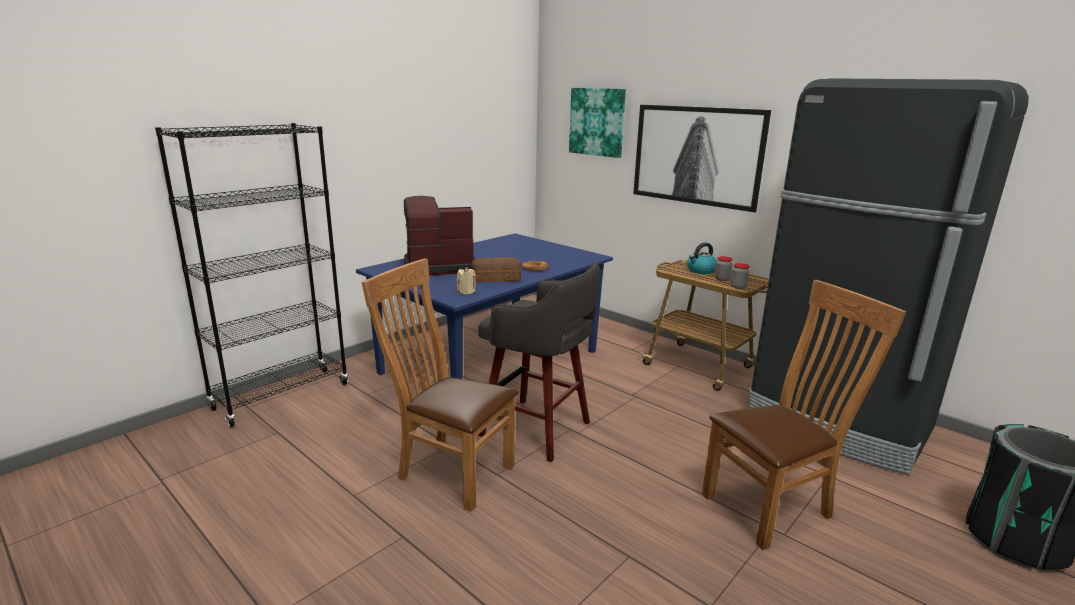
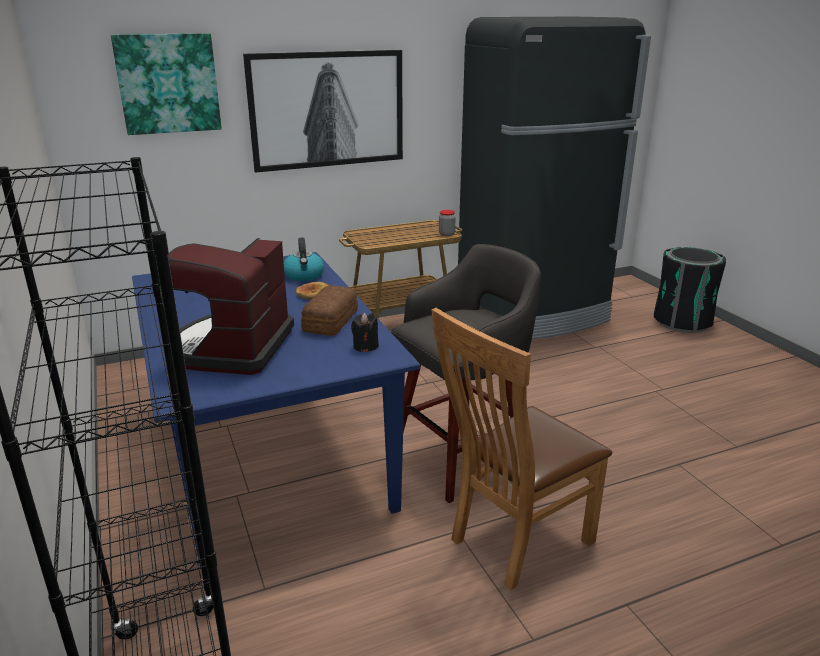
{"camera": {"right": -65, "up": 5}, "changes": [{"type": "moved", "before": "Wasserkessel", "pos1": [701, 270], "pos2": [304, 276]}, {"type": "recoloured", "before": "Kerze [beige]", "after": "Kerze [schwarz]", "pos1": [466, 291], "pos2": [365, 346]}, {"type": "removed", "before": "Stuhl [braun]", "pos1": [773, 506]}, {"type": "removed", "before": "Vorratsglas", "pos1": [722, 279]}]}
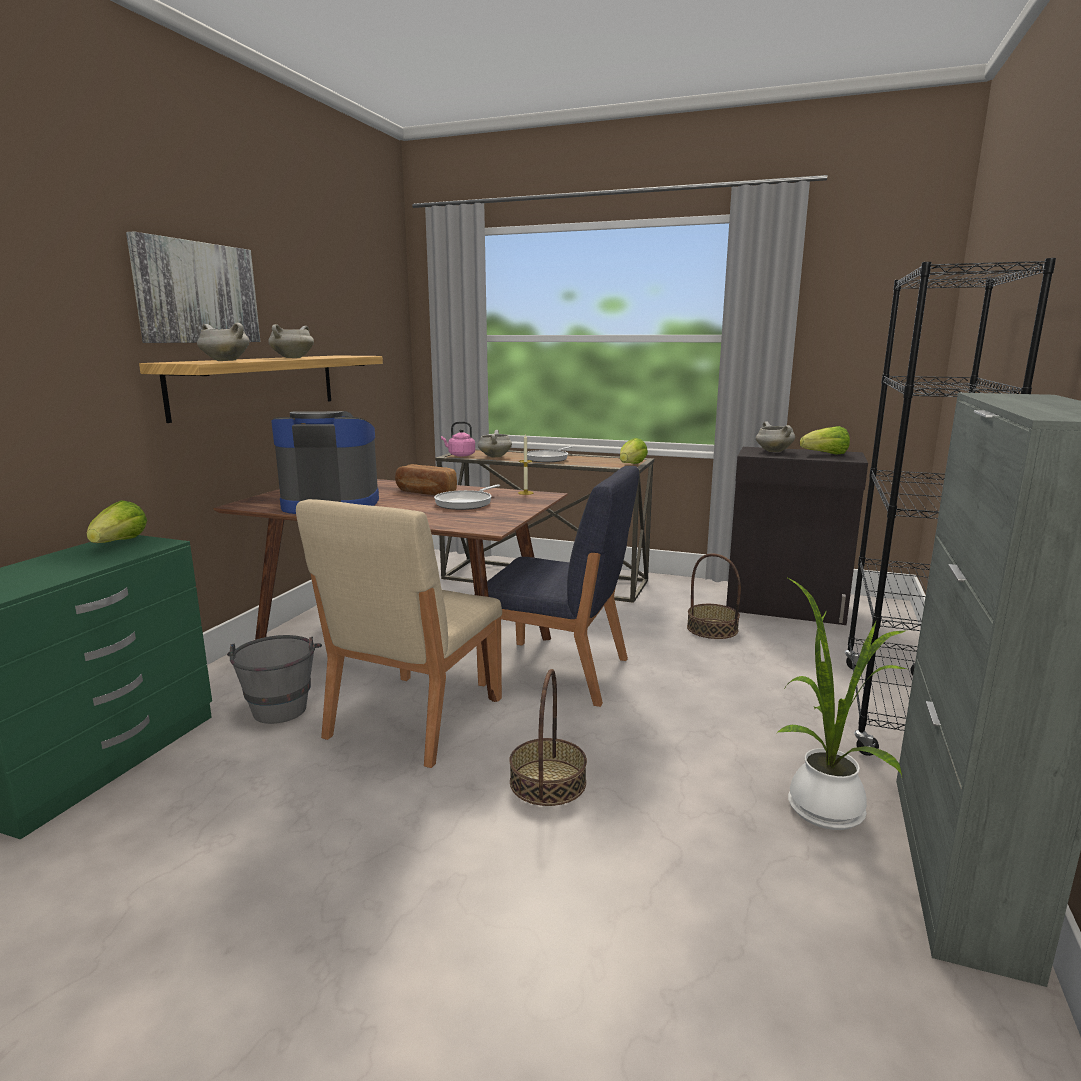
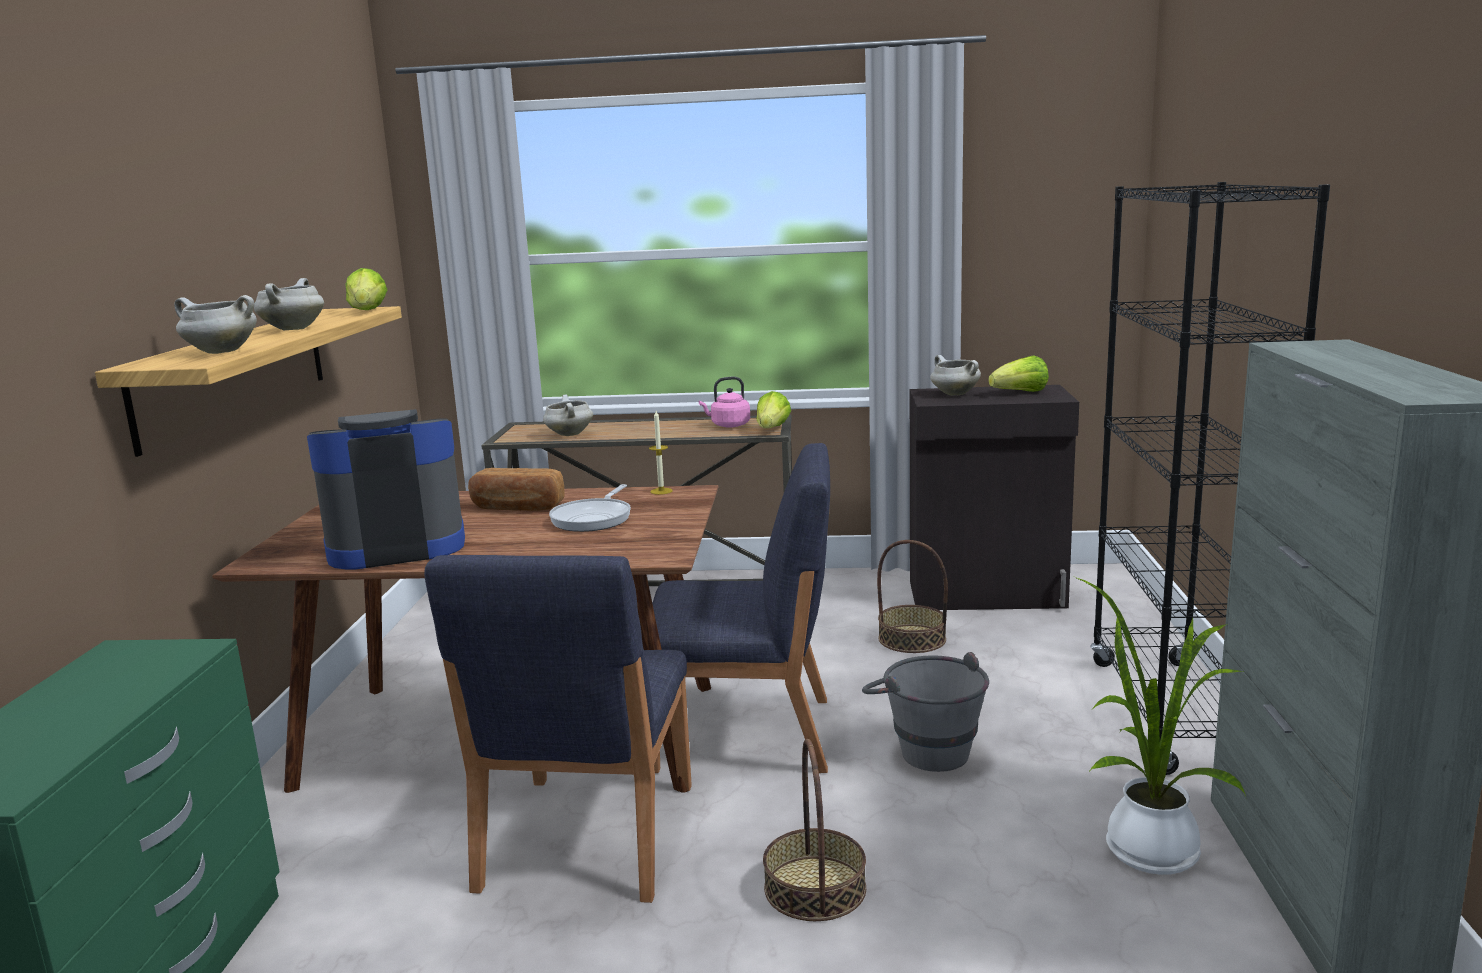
{"camera": {"right": -15, "up": 0}, "changes": [{"type": "moved", "before": "Salatkopf", "pos1": [120, 543], "pos2": [367, 311]}, {"type": "recoloured", "before": "Stuhl [beige]", "after": "Stuhl [blau]", "pos1": [413, 718], "pos2": [586, 838]}, {"type": "moved", "before": "Wasserkessel [rosa]", "pos1": [460, 455], "pos2": [728, 425]}, {"type": "moved", "before": "Eimer [grau]", "pos1": [280, 705], "pos2": [925, 748]}, {"type": "removed", "before": "Bild", "pos1": [196, 293]}, {"type": "removed", "before": "Pfanne", "pos1": [548, 458]}]}
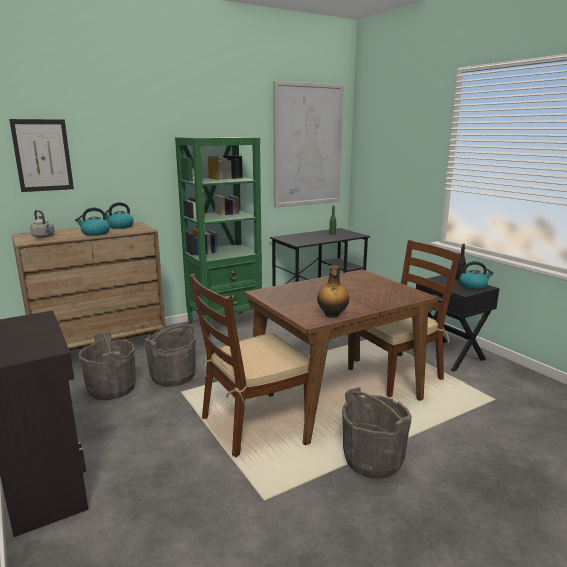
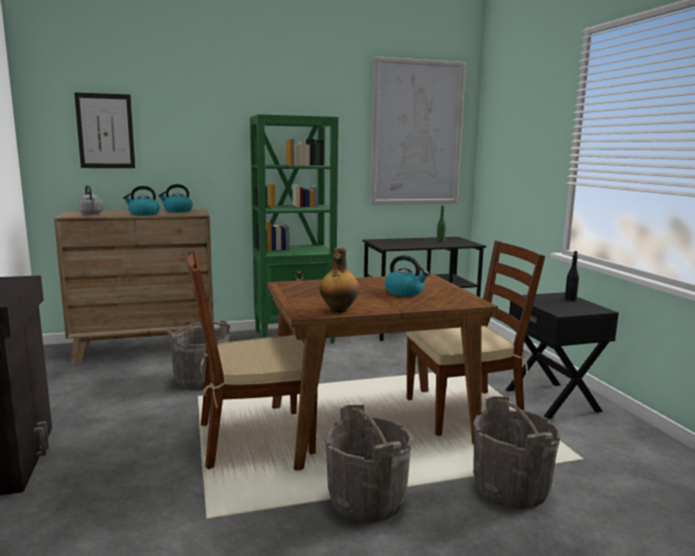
{"camera": {"right": 15, "up": -5}, "changes": [{"type": "moved", "before": "Wasserkessel", "pos1": [473, 286], "pos2": [405, 292]}, {"type": "moved", "before": "Eimer [grau]", "pos1": [112, 388], "pos2": [511, 488]}]}
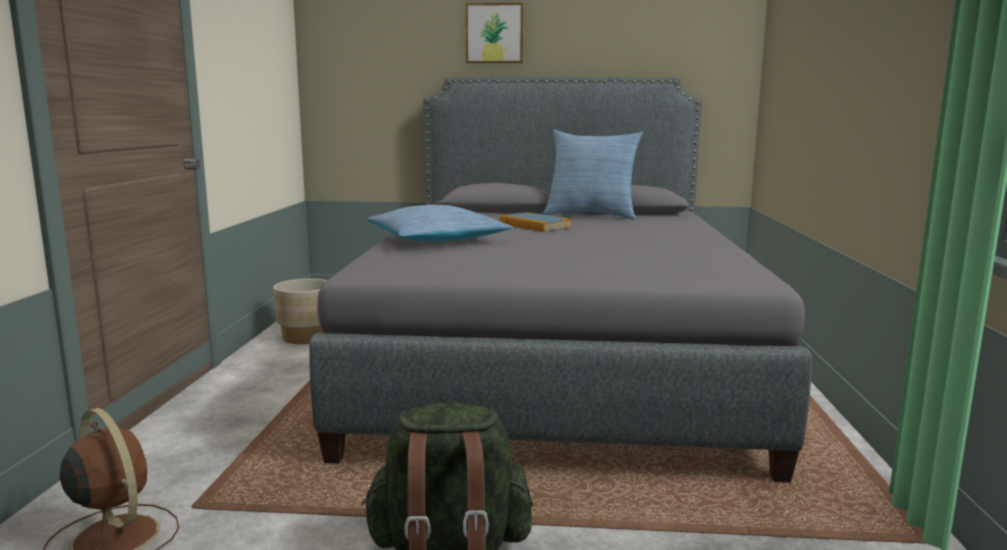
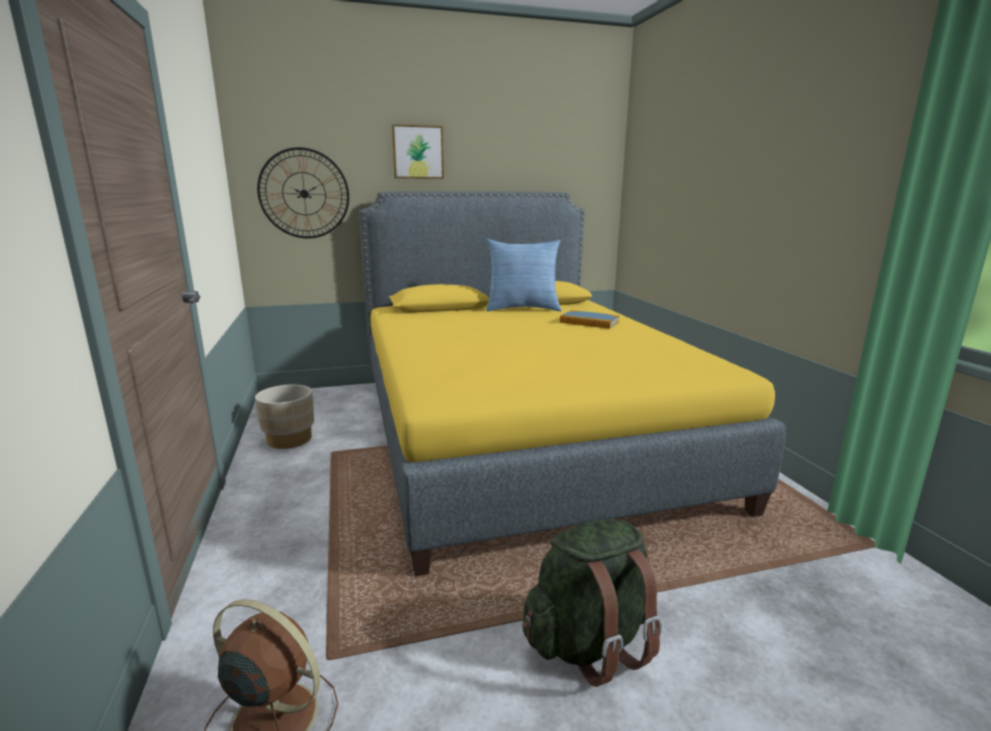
{"camera": {"right": -20, "up": 5}, "changes": [{"type": "added", "after": "Wanduhr", "pos2": [304, 194]}, {"type": "recoloured", "before": "Bett [grau]", "after": "Bett [gelb]", "pos1": [553, 362], "pos2": [520, 434]}, {"type": "moved", "before": "Buch", "pos1": [535, 225], "pos2": [589, 322]}, {"type": "removed", "before": "Kissen", "pos1": [437, 240]}]}
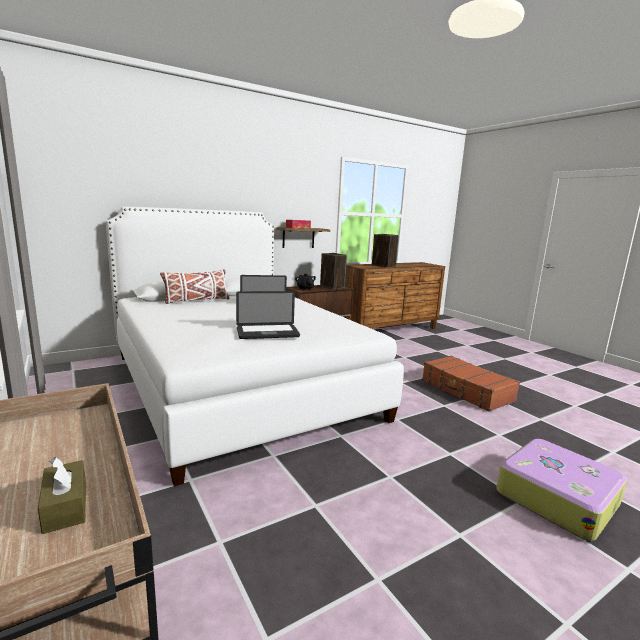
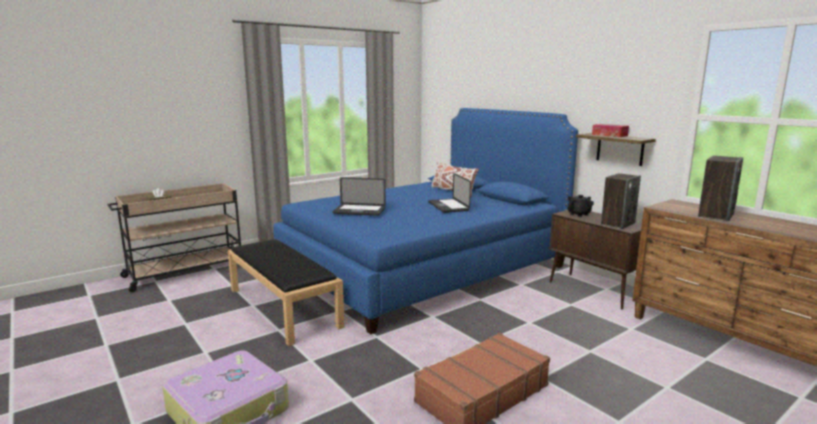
{"camera": {"right": 85, "up": 0}, "changes": [{"type": "added", "after": "Bank [schwarz]", "pos2": [284, 307]}, {"type": "recoloured", "before": "Bett [weiß]", "after": "Bett [blau]", "pos1": [237, 385], "pos2": [423, 267]}, {"type": "turned", "before": "Laptop", "pos1": [267, 333], "pos2": [359, 211], "turn": -60}]}
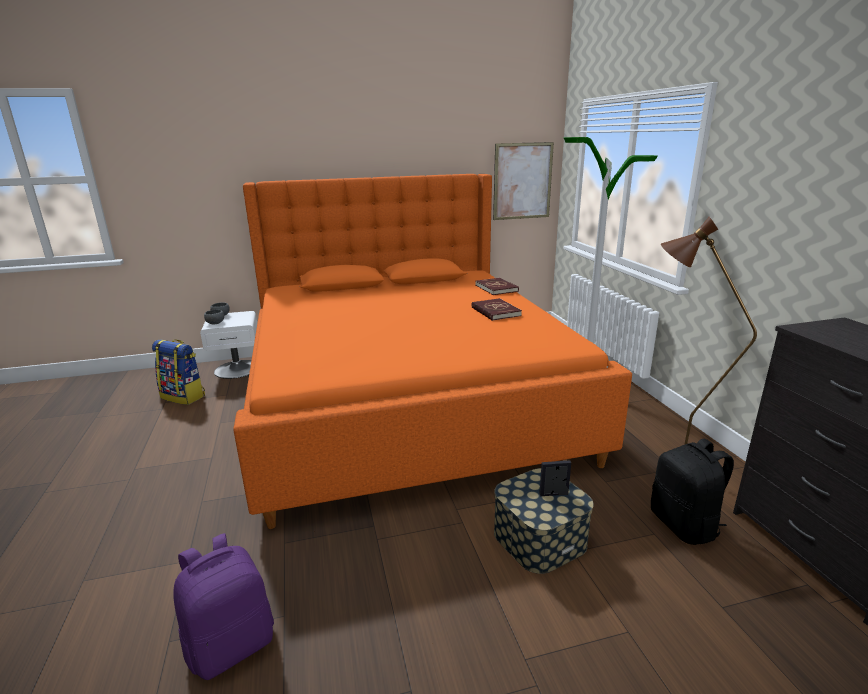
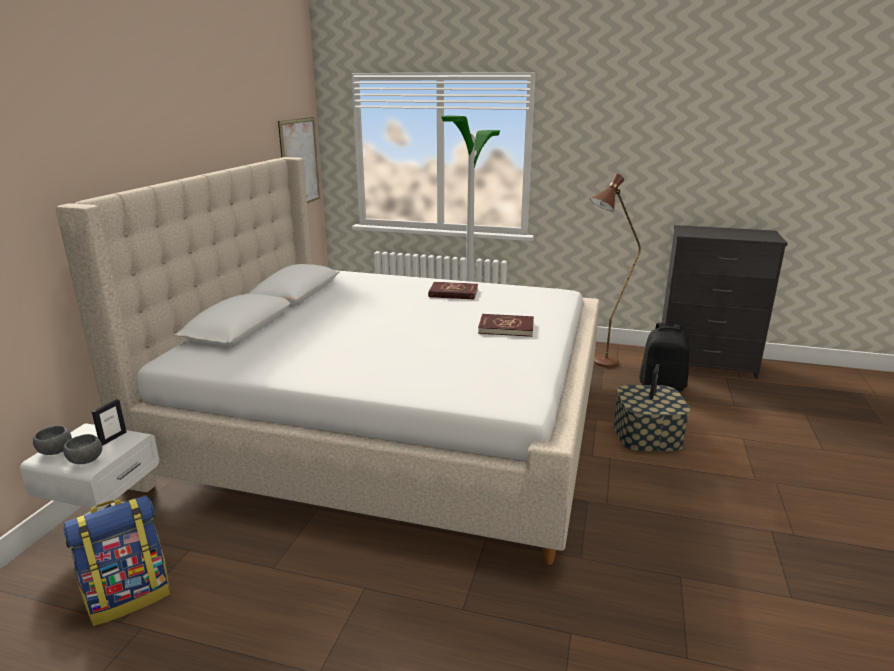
{"camera": {"right": -60, "up": 0}, "changes": [{"type": "recoloured", "before": "Bett [orange]", "after": "Bett [beige]", "pos1": [407, 401], "pos2": [390, 425]}, {"type": "added", "after": "Bilderrahmen", "pos2": [113, 438]}, {"type": "moved", "before": "Buch [rot]", "pos1": [496, 288], "pos2": [506, 328]}, {"type": "removed", "before": "Rucksack [lila]", "pos1": [232, 644]}]}
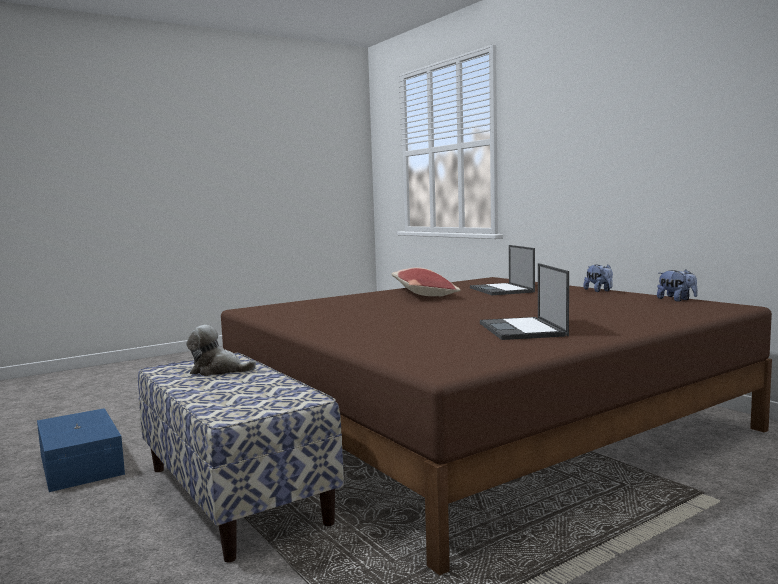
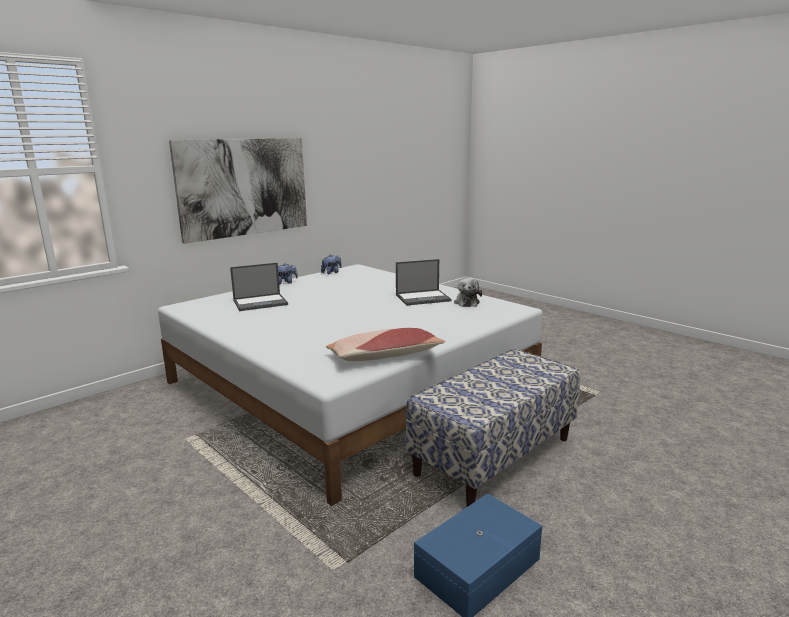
{"camera": {"right": -100, "up": 10}, "changes": [{"type": "recoloured", "before": "Bett [braun]", "after": "Bett [weiß]", "pos1": [478, 424], "pos2": [350, 385]}, {"type": "added", "after": "Bild", "pos2": [244, 187]}, {"type": "moved", "before": "Kissen", "pos1": [423, 294], "pos2": [384, 356]}, {"type": "moved", "before": "Plüschtier", "pos1": [218, 371], "pos2": [466, 302]}]}
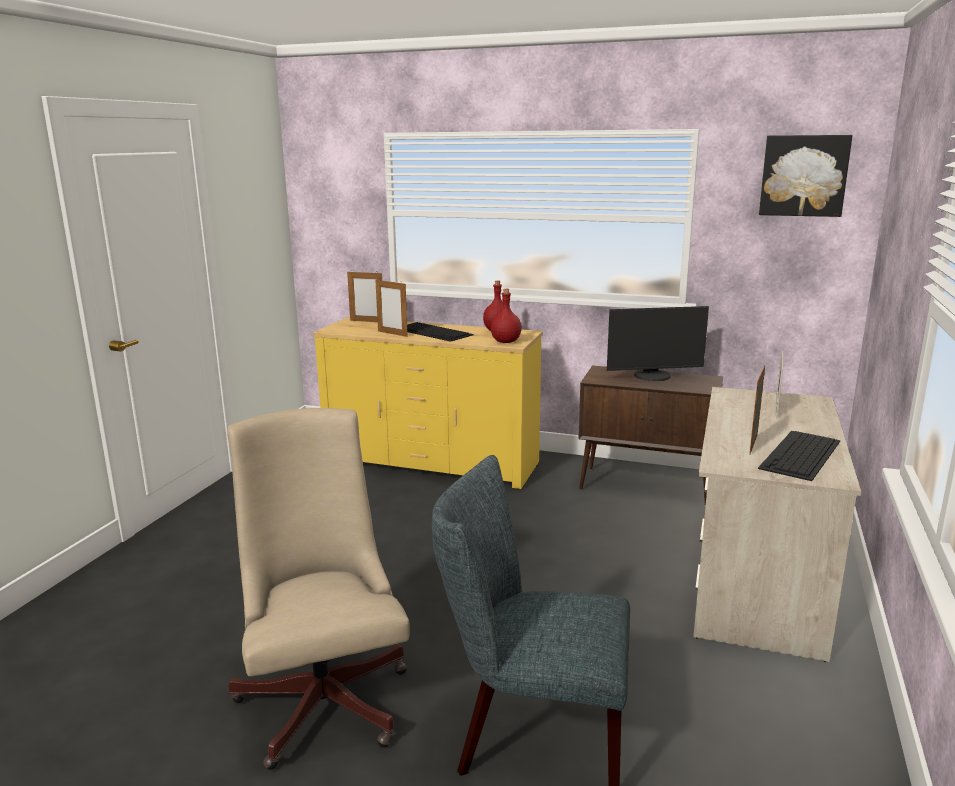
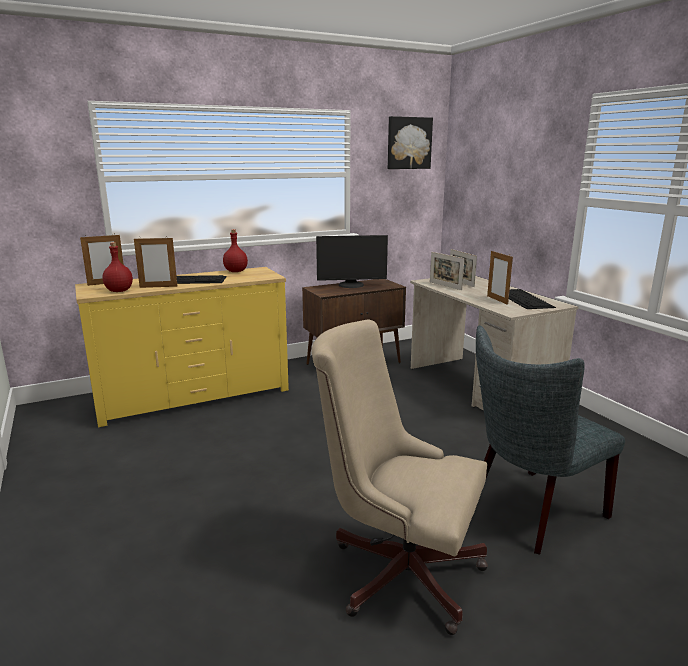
{"camera": {"right": -45, "up": 0}, "changes": [{"type": "moved", "before": "Flasche [rot]", "pos1": [506, 341], "pos2": [119, 291]}, {"type": "turned", "before": "Monitor", "pos1": [653, 376], "pos2": [351, 285], "turn": 45}, {"type": "added", "after": "Bilderrahmen", "pos2": [445, 286]}]}
